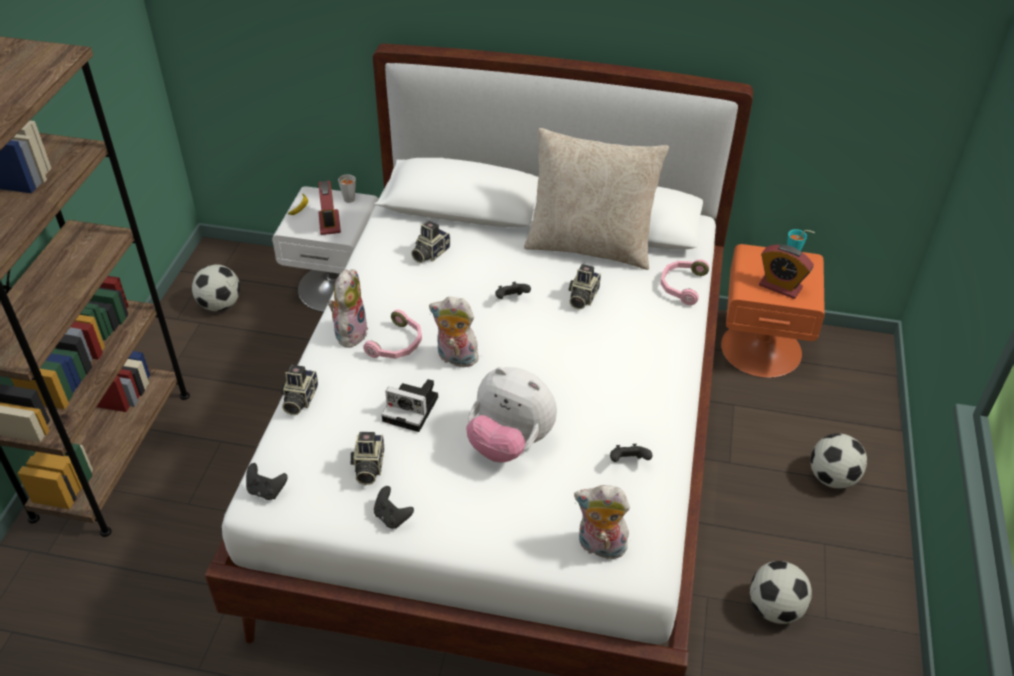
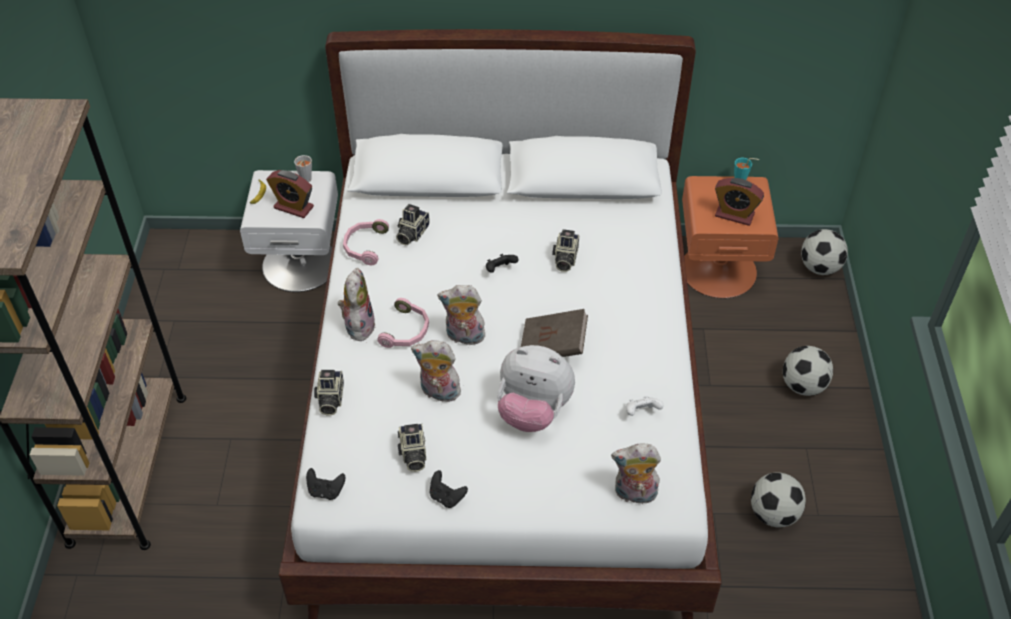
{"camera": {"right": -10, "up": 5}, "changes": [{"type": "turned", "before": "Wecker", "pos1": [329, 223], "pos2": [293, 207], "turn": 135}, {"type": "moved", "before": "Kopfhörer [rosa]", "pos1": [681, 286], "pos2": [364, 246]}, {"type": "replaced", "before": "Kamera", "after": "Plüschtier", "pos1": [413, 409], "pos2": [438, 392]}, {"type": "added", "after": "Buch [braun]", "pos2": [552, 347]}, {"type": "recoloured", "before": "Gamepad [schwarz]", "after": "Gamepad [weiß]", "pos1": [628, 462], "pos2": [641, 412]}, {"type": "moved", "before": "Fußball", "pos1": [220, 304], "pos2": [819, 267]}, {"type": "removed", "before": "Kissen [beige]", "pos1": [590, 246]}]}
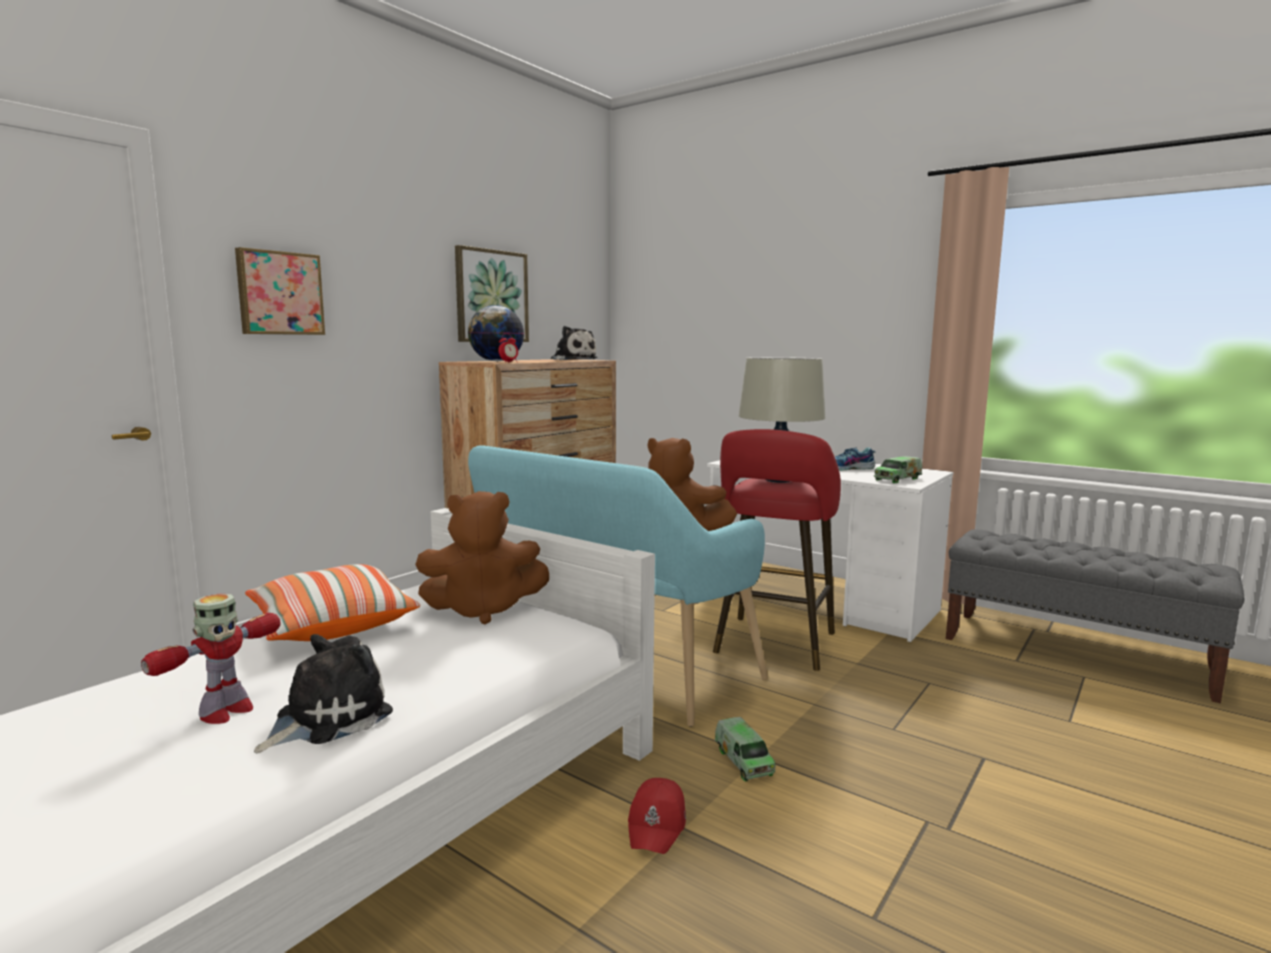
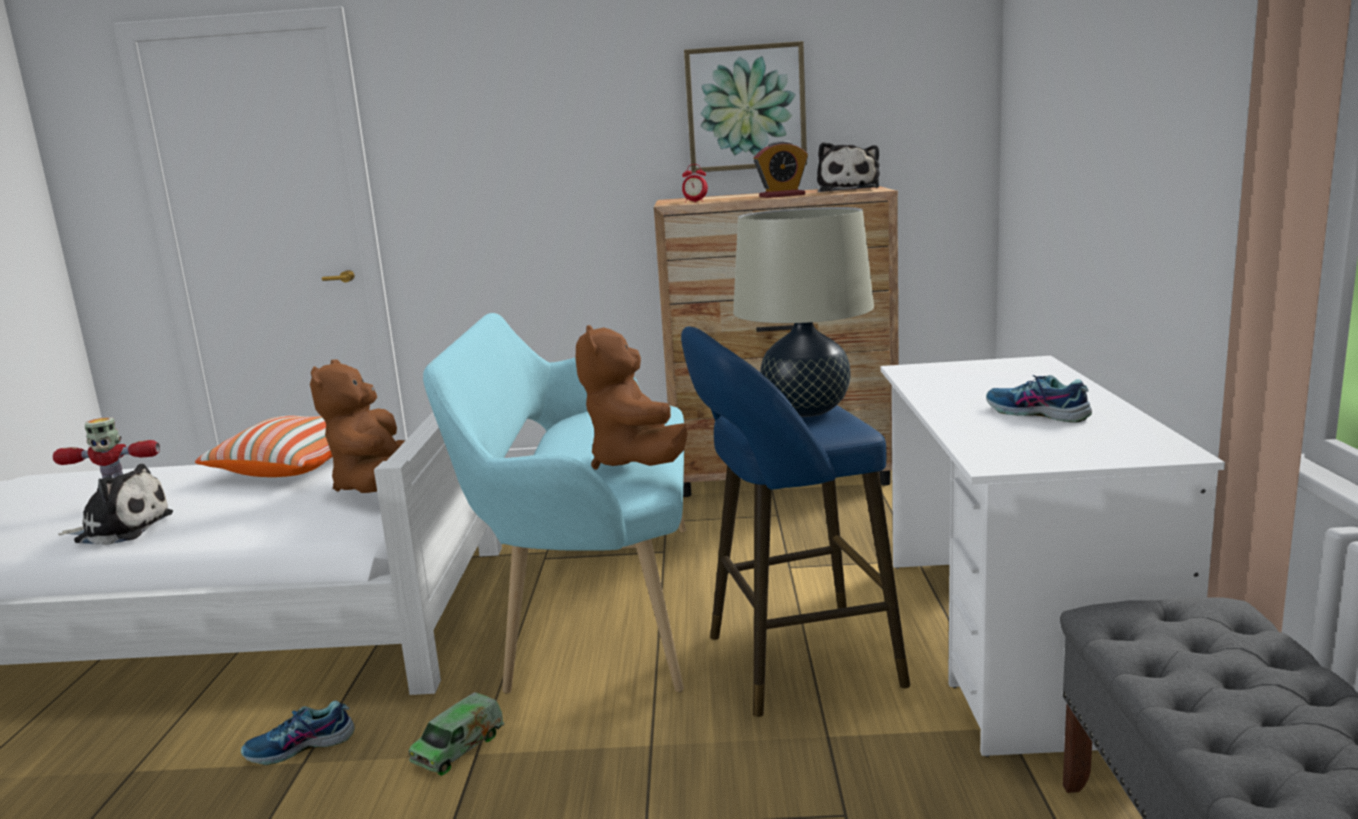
{"camera": {"right": 55, "up": 5}, "changes": [{"type": "replaced", "before": "Kappe [rot]", "after": "Schuh", "pos1": [657, 825], "pos2": [300, 747]}, {"type": "turned", "before": "Plüschtier [braun]", "pos1": [483, 610], "pos2": [376, 487], "turn": 45}, {"type": "recoloured", "before": "Hocker [rot]", "after": "Hocker [blau]", "pos1": [773, 646], "pos2": [792, 663]}, {"type": "added", "after": "Wecker", "pos2": [782, 195]}, {"type": "removed", "before": "Bild", "pos1": [279, 293]}, {"type": "removed", "before": "Globus", "pos1": [496, 361]}, {"type": "removed", "before": "Spielzeuglaster", "pos1": [898, 479]}]}
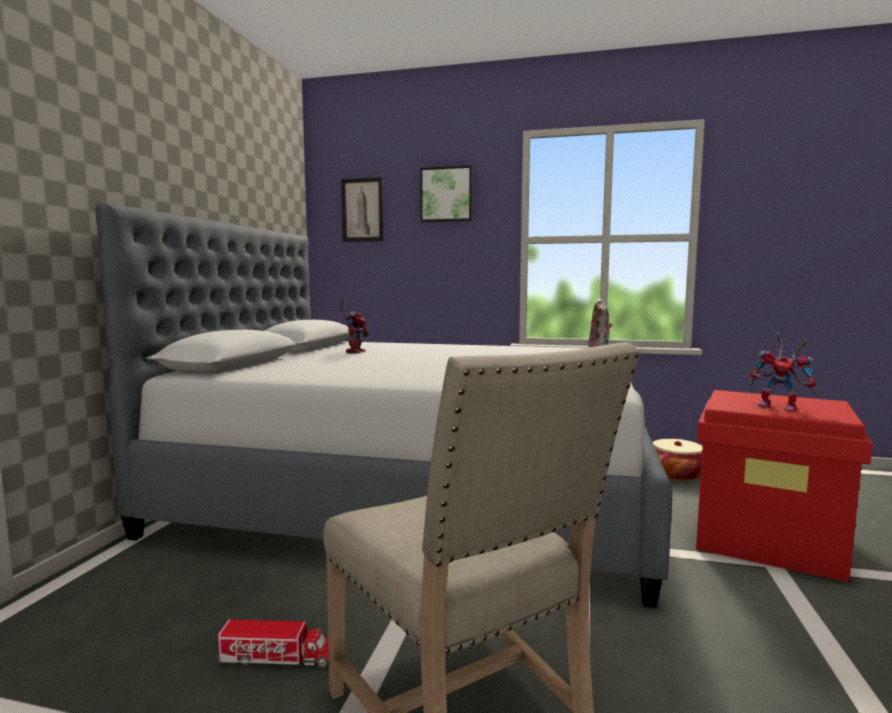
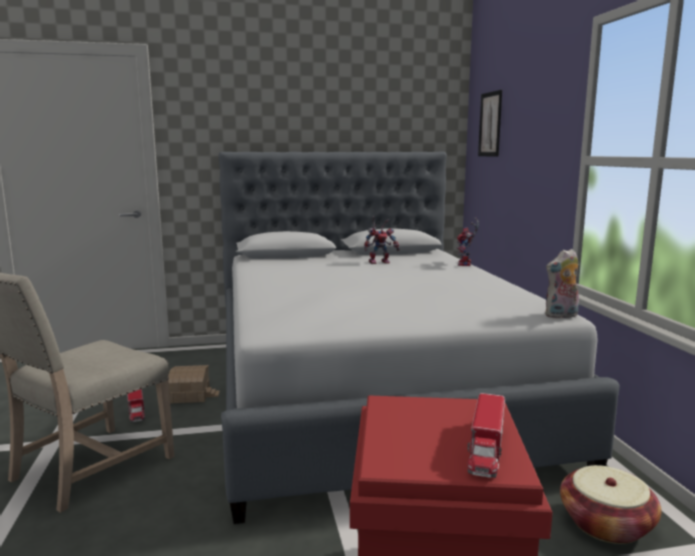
{"camera": {"right": 65, "up": 5}, "changes": [{"type": "added", "after": "Spielzeughaus", "pos2": [189, 395]}, {"type": "moved", "before": "Spielzeugroboter", "pos1": [781, 407], "pos2": [466, 264]}, {"type": "added", "after": "Spielzeuglaster", "pos2": [486, 448]}, {"type": "removed", "before": "Bild", "pos1": [447, 194]}]}
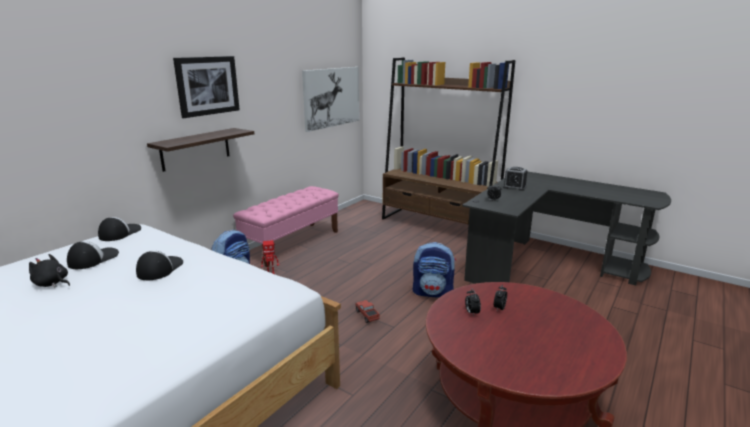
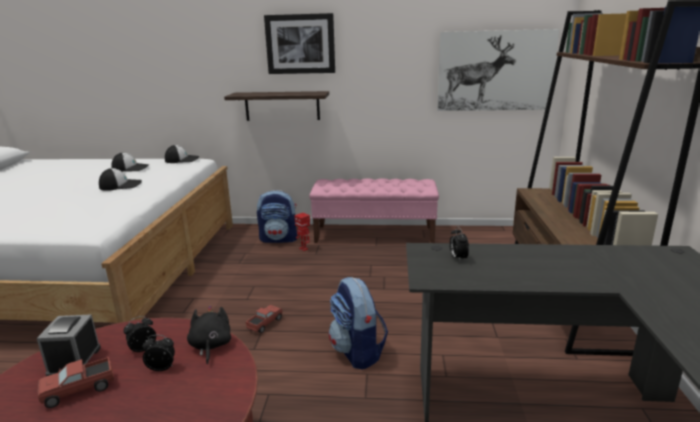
{"camera": {"right": 60, "up": 0}, "changes": [{"type": "moved", "before": "Wecker", "pos1": [514, 187], "pos2": [74, 361]}, {"type": "added", "after": "Spielzeuglaster", "pos2": [79, 390]}, {"type": "moved", "before": "Plüschtier [schwarz]", "pos1": [52, 283], "pos2": [210, 346]}]}
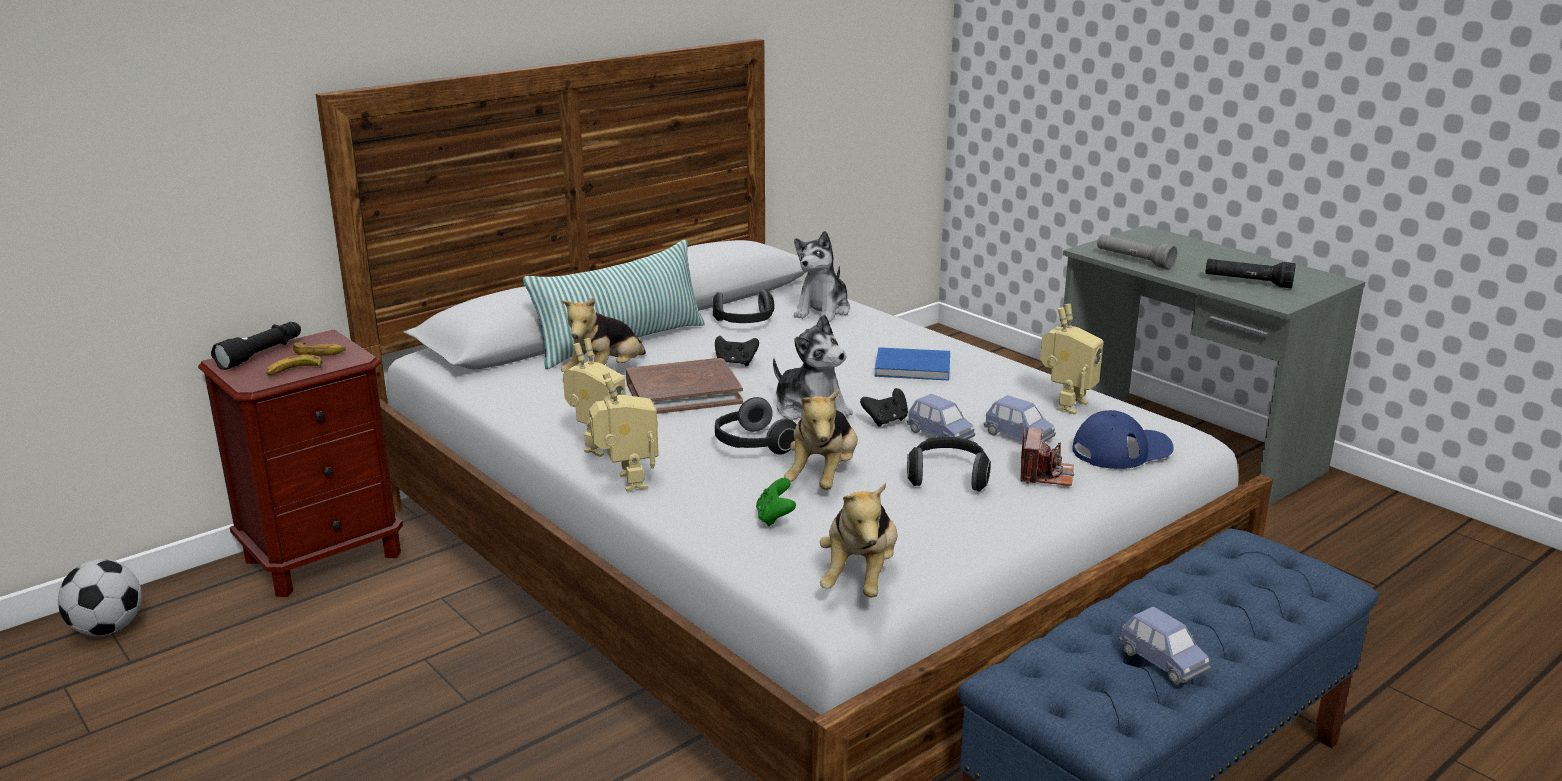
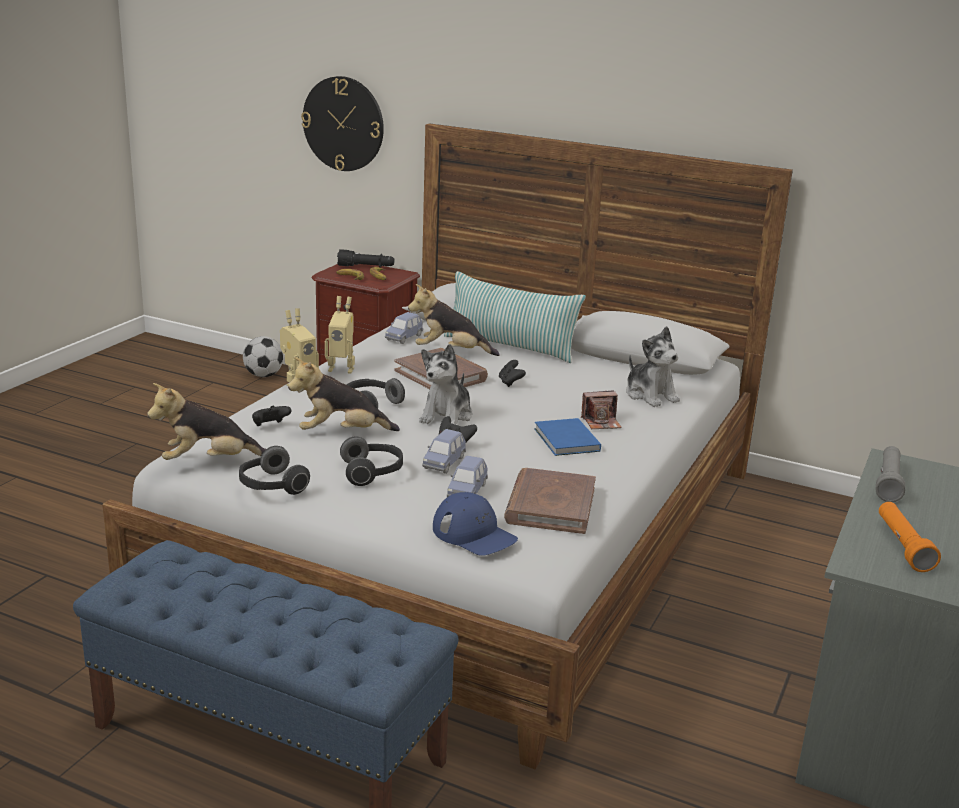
{"camera": {"right": 65, "up": 0}, "changes": [{"type": "moved", "before": "Kopfhörer", "pos1": [744, 323], "pos2": [271, 486]}, {"type": "recoloured", "before": "Gamepad [grün]", "after": "Gamepad [schwarz]", "pos1": [775, 518], "pos2": [270, 426]}, {"type": "added", "after": "Wanduhr", "pos2": [343, 124]}, {"type": "moved", "before": "Spielzeugauto [blau]", "pos1": [1162, 662], "pos2": [404, 338]}, {"type": "replaced", "before": "Spielzeugroboter", "after": "Buch [braun]", "pos1": [1066, 405], "pos2": [550, 505]}, {"type": "moved", "before": "Kamera", "pos1": [1045, 474], "pos2": [601, 422]}, {"type": "turned", "before": "Plüschtier", "pos1": [823, 311], "pos2": [650, 395], "turn": -120}, {"type": "recoloured", "before": "Taschenlampe [schwarz]", "after": "Taschenlampe [orange]", "pos1": [1247, 283], "pos2": [902, 546]}]}
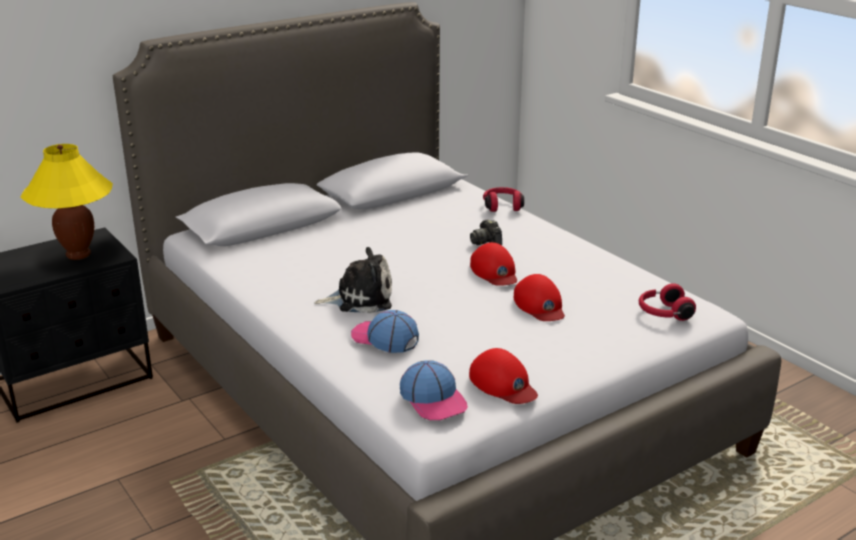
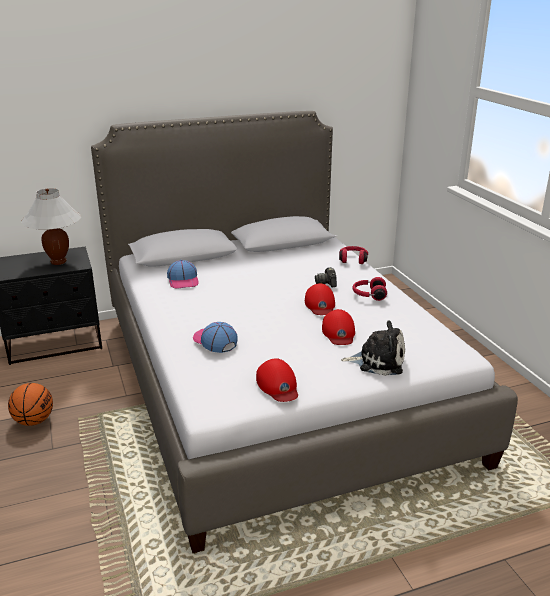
{"camera": {"right": 15, "up": 0}, "changes": [{"type": "added", "after": "Basketball", "pos2": [34, 421]}, {"type": "recoloured", "before": "Tischlampe [gelb]", "after": "Tischlampe [weiß]", "pos1": [78, 255], "pos2": [58, 262]}, {"type": "moved", "before": "Kappe", "pos1": [434, 399], "pos2": [183, 280]}, {"type": "moved", "before": "Plüschtier", "pos1": [360, 298], "pos2": [378, 361]}, {"type": "moved", "before": "Kopfhörer [rot]", "pos1": [663, 313], "pos2": [368, 295]}]}
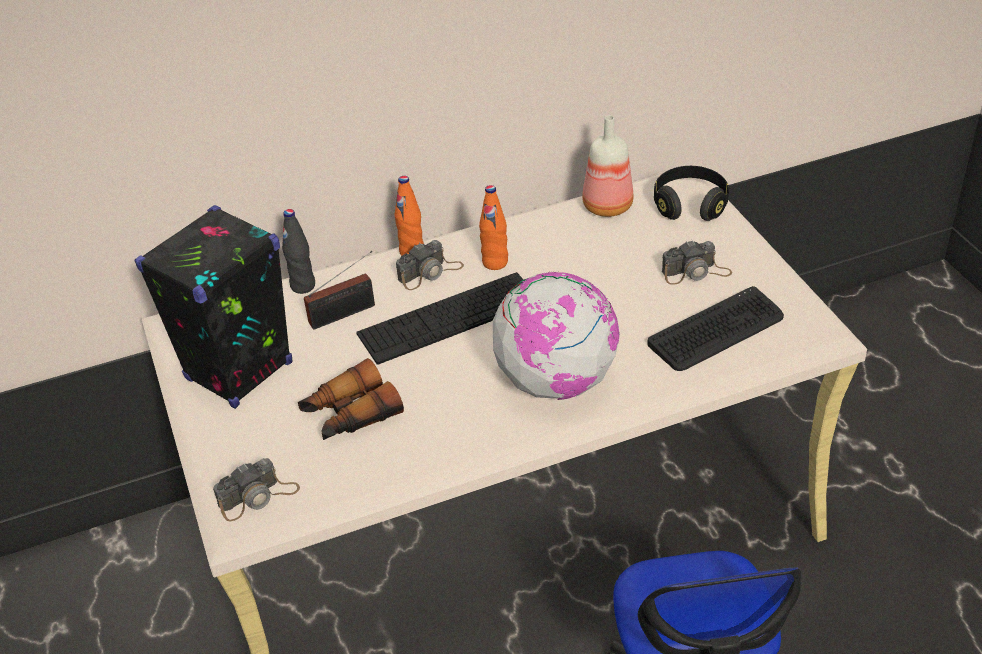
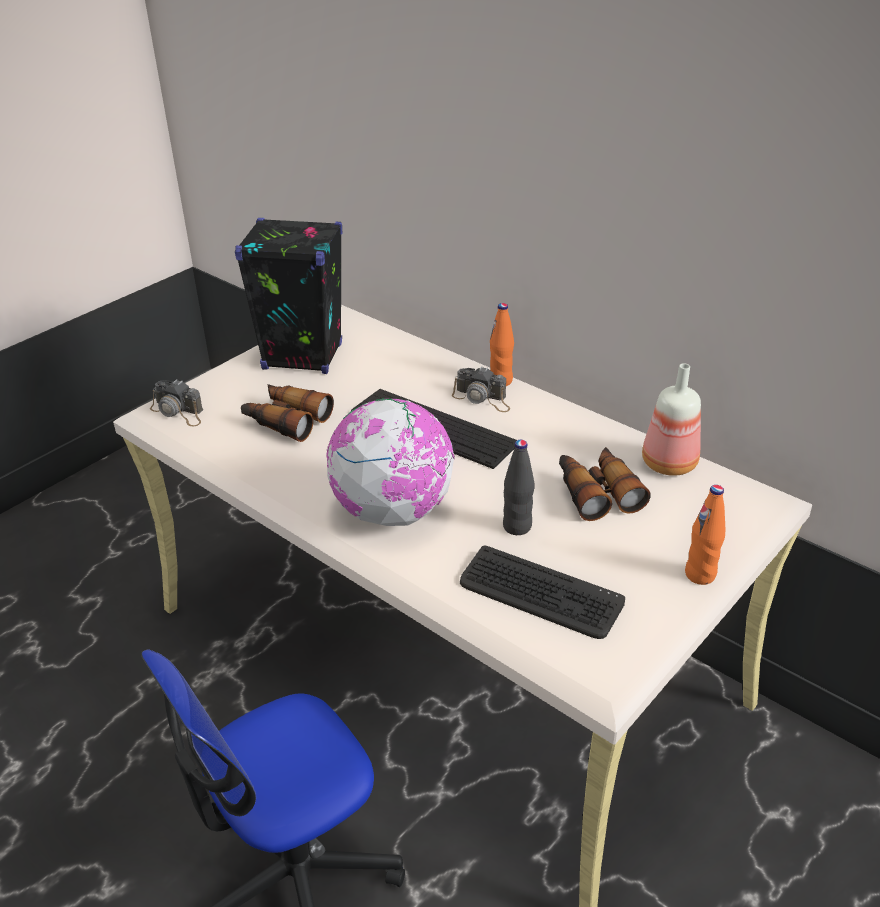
{"camera": {"right": 60, "up": -5}, "changes": [{"type": "moved", "before": "Flasche [schwarz]", "pos1": [303, 286], "pos2": [517, 526]}, {"type": "added", "after": "Fernglas", "pos2": [597, 491]}, {"type": "moved", "before": "Flasche [orange]", "pos1": [495, 262], "pos2": [700, 574]}, {"type": "removed", "before": "Radio", "pos1": [346, 313]}, {"type": "removed", "before": "Kopfhörer [schwarz]", "pos1": [690, 205]}, {"type": "removed", "before": "Kamera", "pos1": [696, 272]}]}
